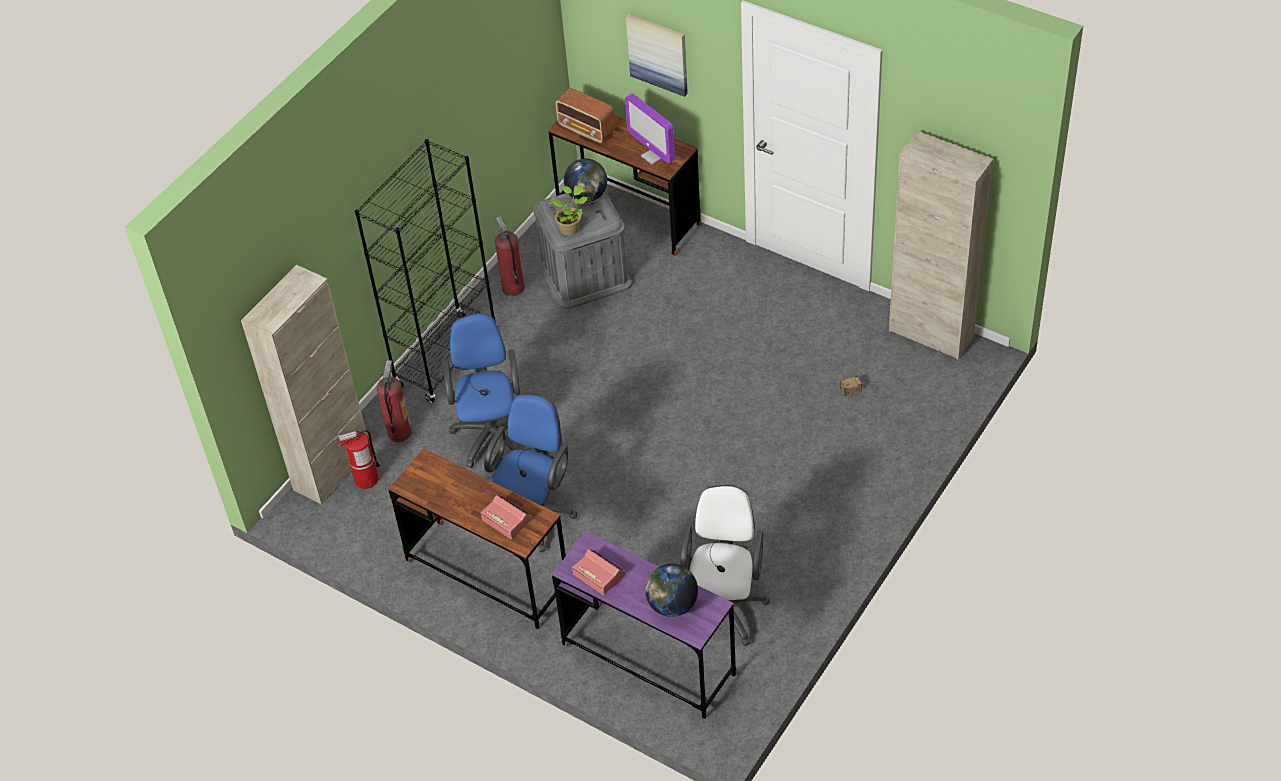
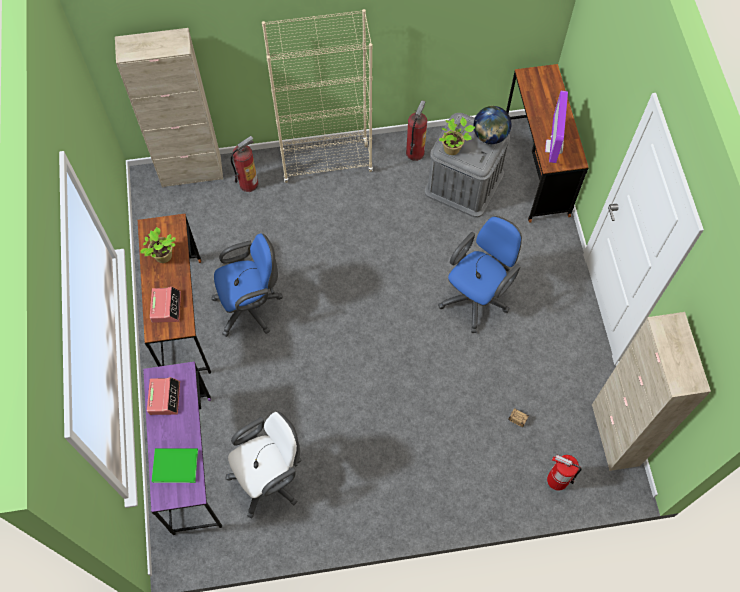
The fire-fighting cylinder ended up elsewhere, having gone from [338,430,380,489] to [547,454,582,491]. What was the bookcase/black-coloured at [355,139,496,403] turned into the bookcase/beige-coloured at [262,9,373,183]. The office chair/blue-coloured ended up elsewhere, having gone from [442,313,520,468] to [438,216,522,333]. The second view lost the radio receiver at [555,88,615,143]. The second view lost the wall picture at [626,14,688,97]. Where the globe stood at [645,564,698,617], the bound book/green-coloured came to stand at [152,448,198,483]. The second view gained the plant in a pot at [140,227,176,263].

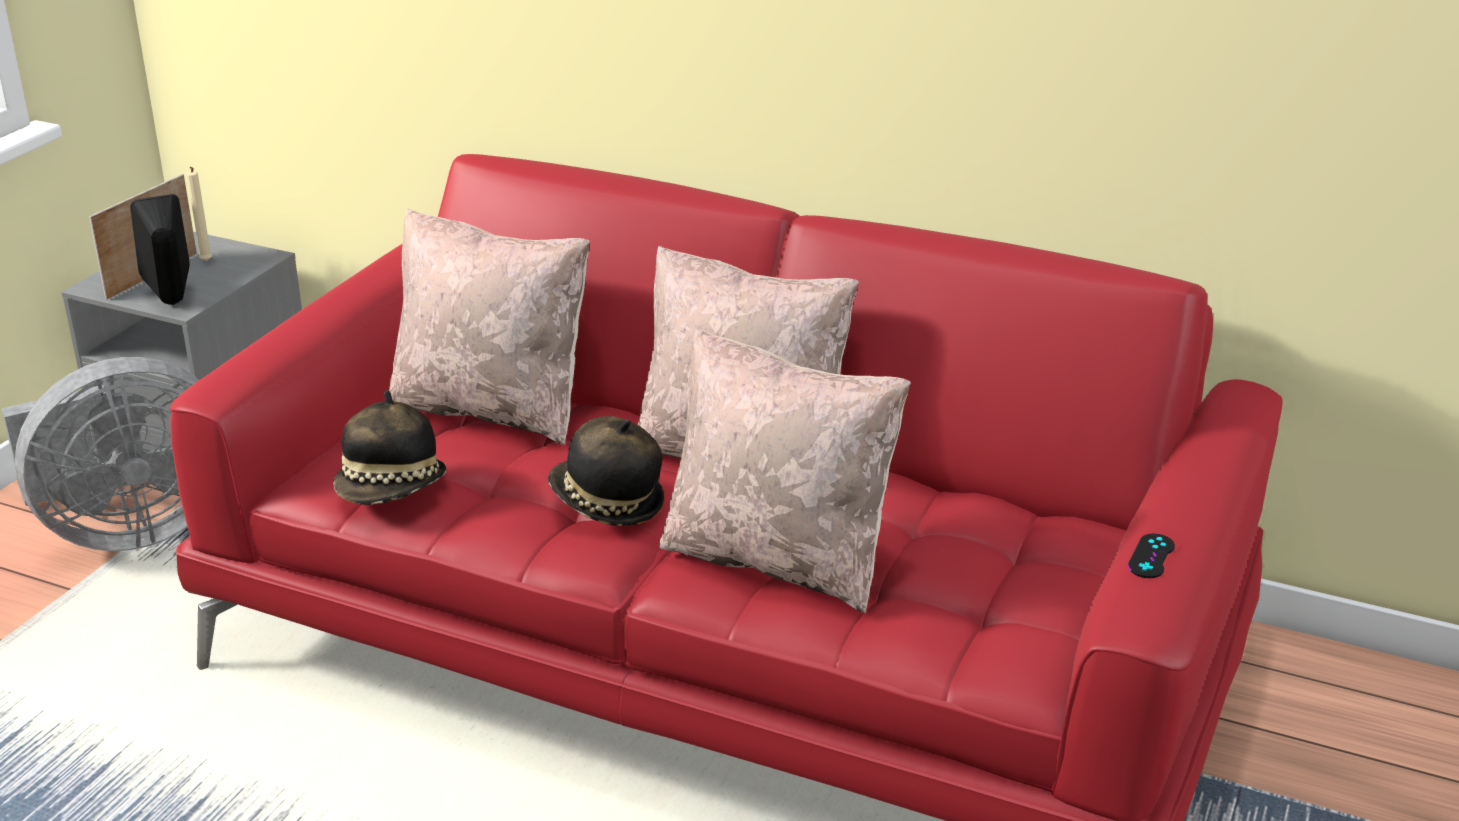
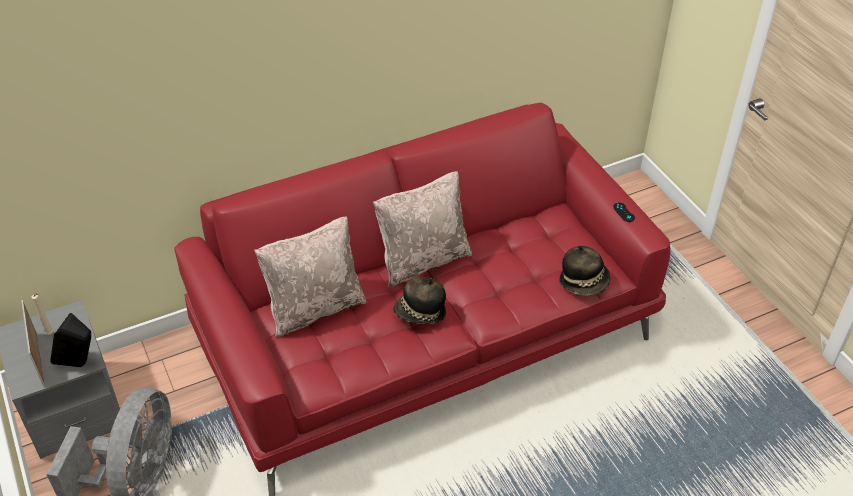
The hat ended up elsewhere, having gone from [333,390,447,505] to [559,245,611,296]. The second view lost the pillow/beige-coloured at [659,328,911,613].

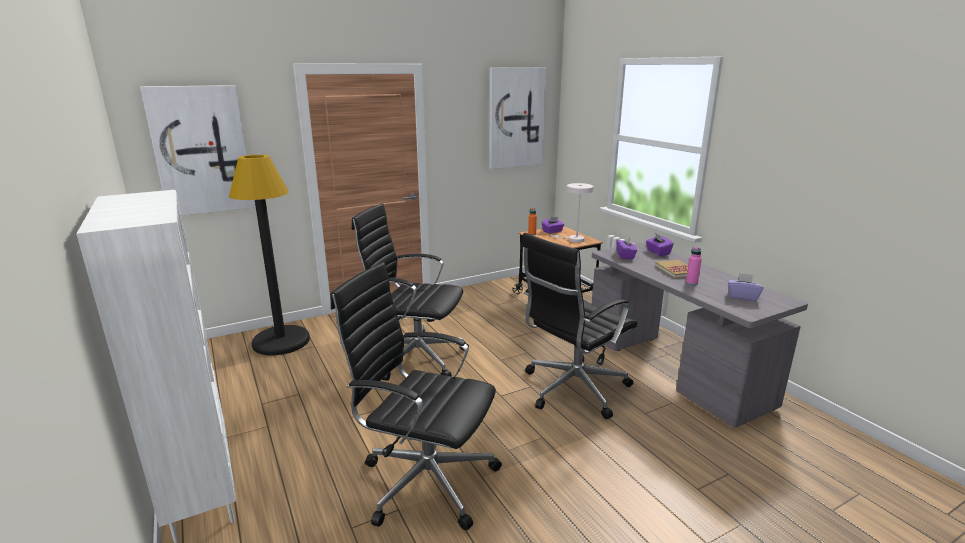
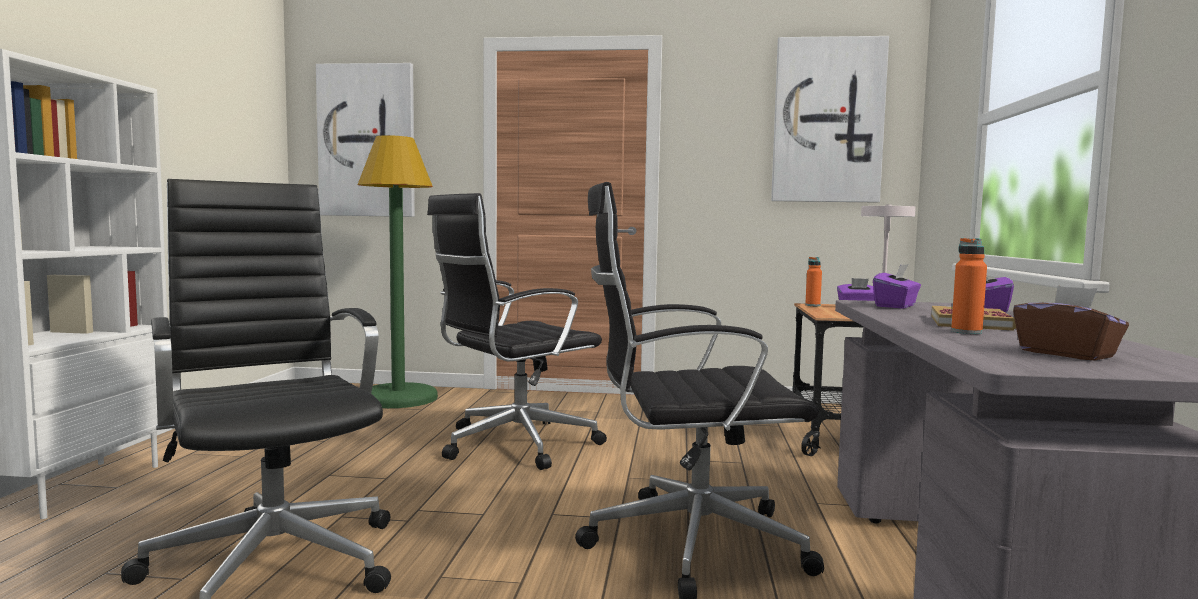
What was the standard lamp/black-coloured at [229,155,310,355] turned into the standard lamp/green-coloured at [358,135,438,408]. The office chair/black-coloured at [352,203,469,381] ended up facing another way, 90 degrees counterclockwise from before. What was the beverage bottle/pinkish at [686,247,702,285] turned into the beverage bottle/orange-coloured at [951,238,987,334]. What was the tissue holder/purplish at [728,273,763,301] turned into the tissue holder/brownish at [1013,286,1129,360].

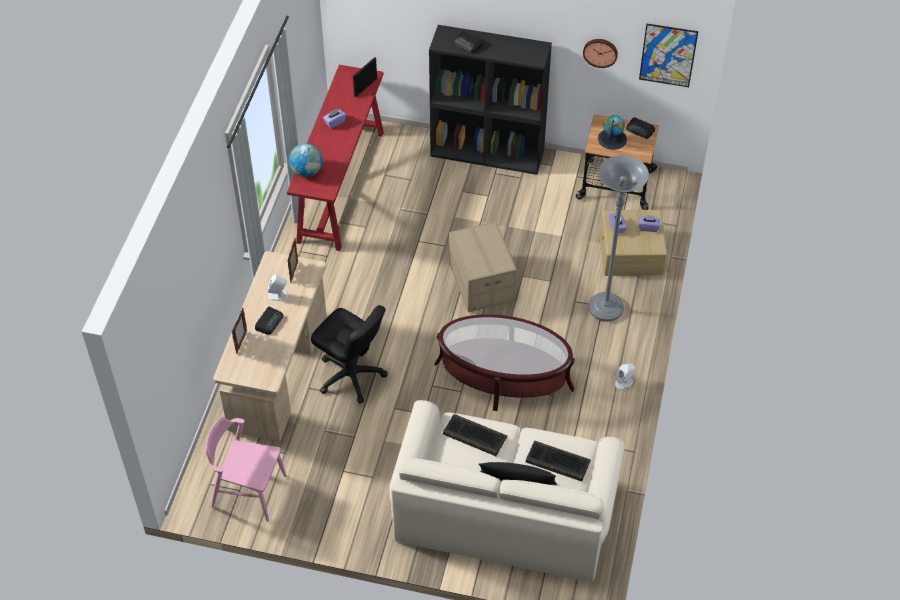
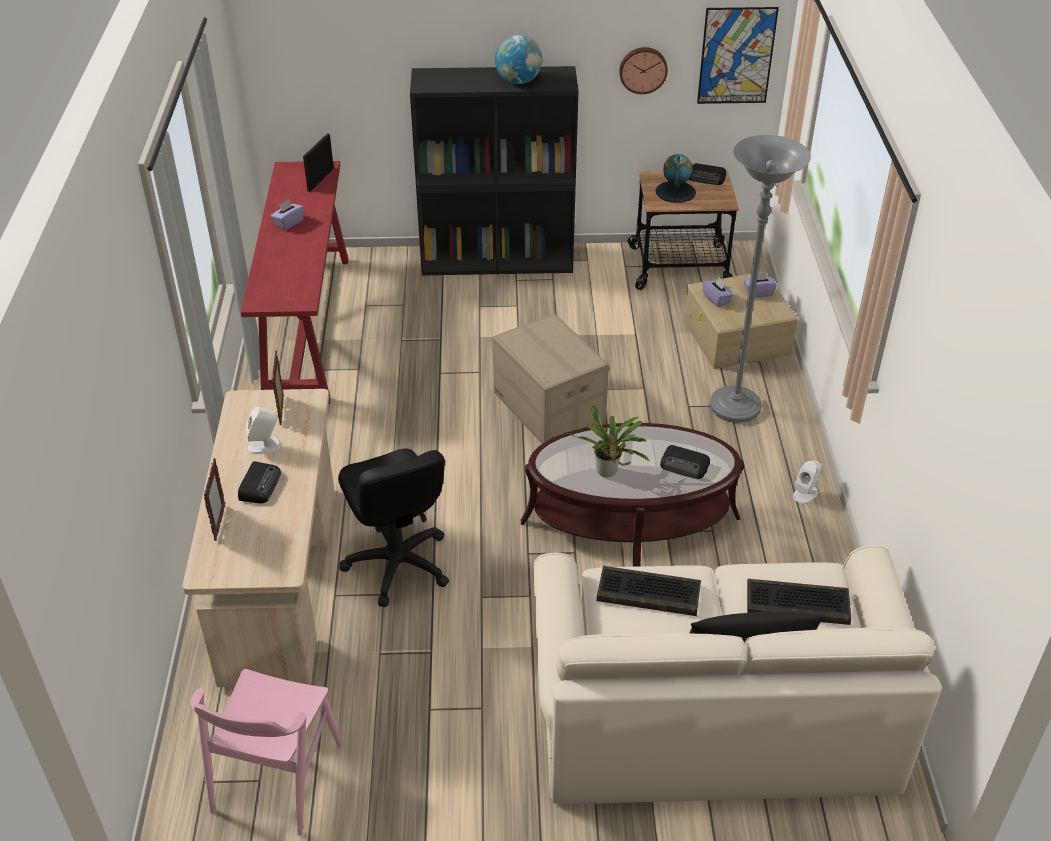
The upright chair/pinkish at [206,417,287,522] ended up facing another way, 75 degrees counterclockwise from before. The globe ended up elsewhere, having gone from [289,143,323,177] to [495,35,542,84]. The office chair/black-coloured at [311,305,387,403] ended up facing another way, 45 degrees clockwise from before. The radio receiver ended up elsewhere, having gone from [454,31,483,53] to [660,445,710,479]. The second view gained the plant in a pot at [562,404,649,478].

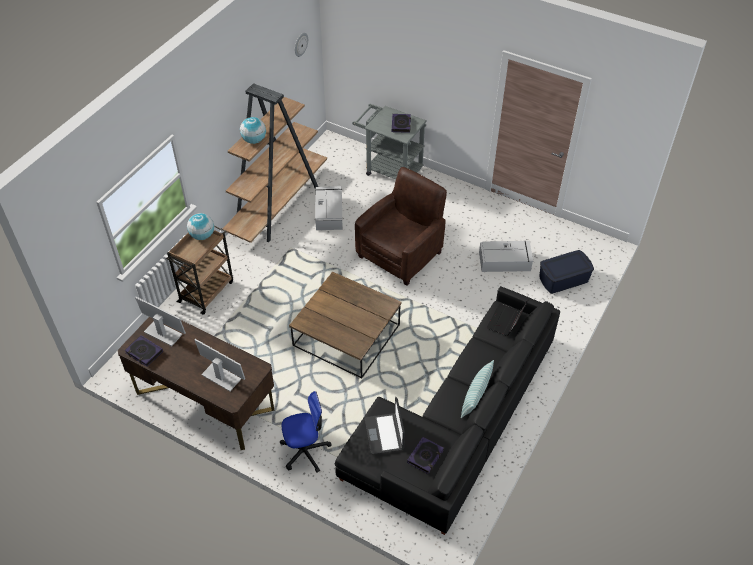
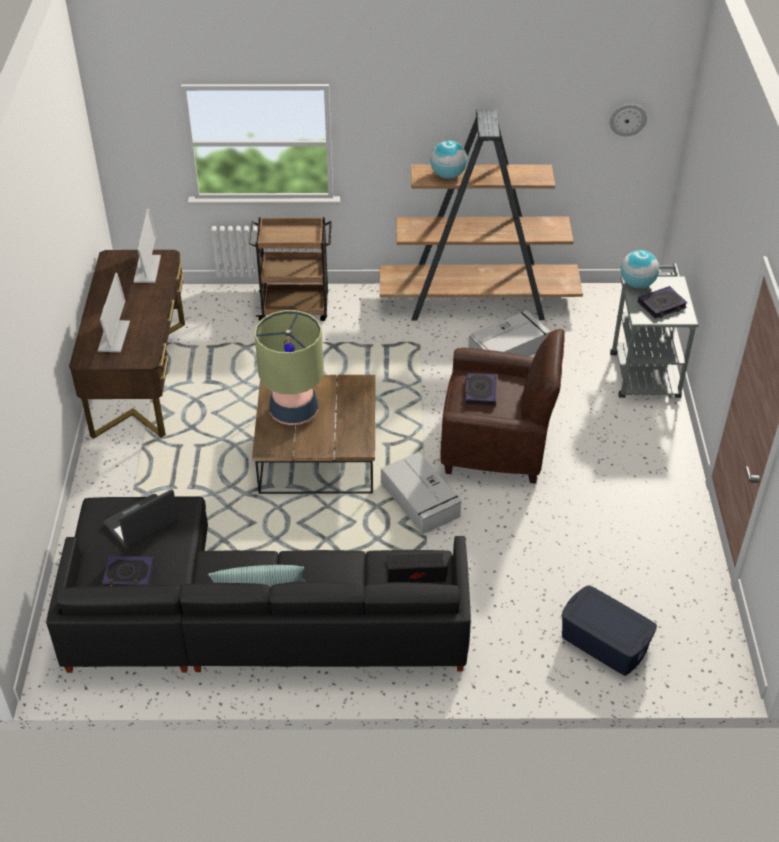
The bound book ended up elsewhere, having gone from [124,335,163,367] to [464,373,497,406]. The globe ended up elsewhere, having gone from [187,213,214,240] to [621,250,659,288]. The second view lost the office chair at [280,391,332,473]. The storage box/gray ended up elsewhere, having gone from [479,241,533,272] to [381,452,462,534]. The second view gained the table lamp at [254,310,324,425].

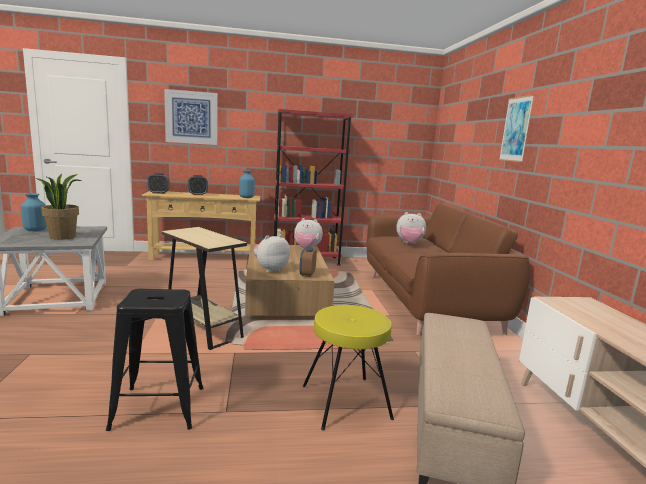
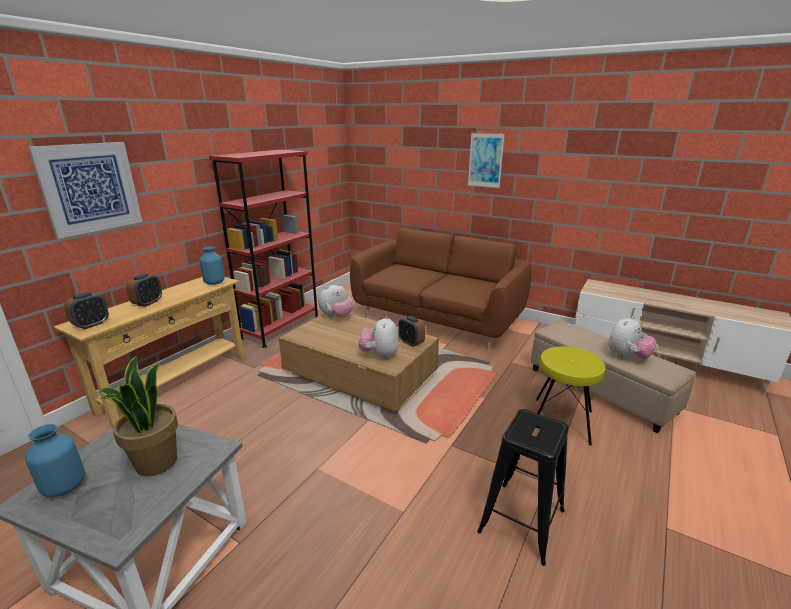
The second view lost the end table/beige-coloured at [162,227,247,350]. The plush toy ended up elsewhere, having gone from [396,212,426,244] to [608,316,657,359].

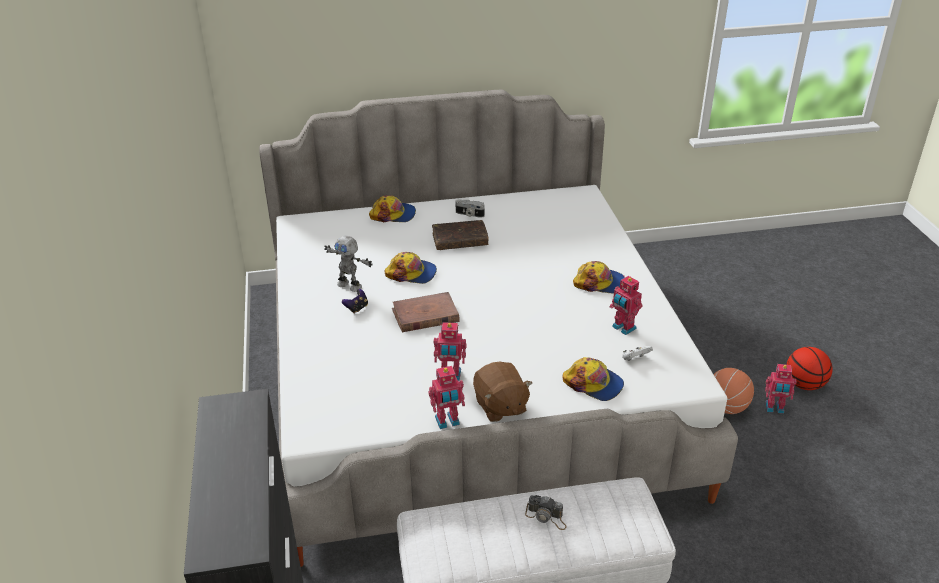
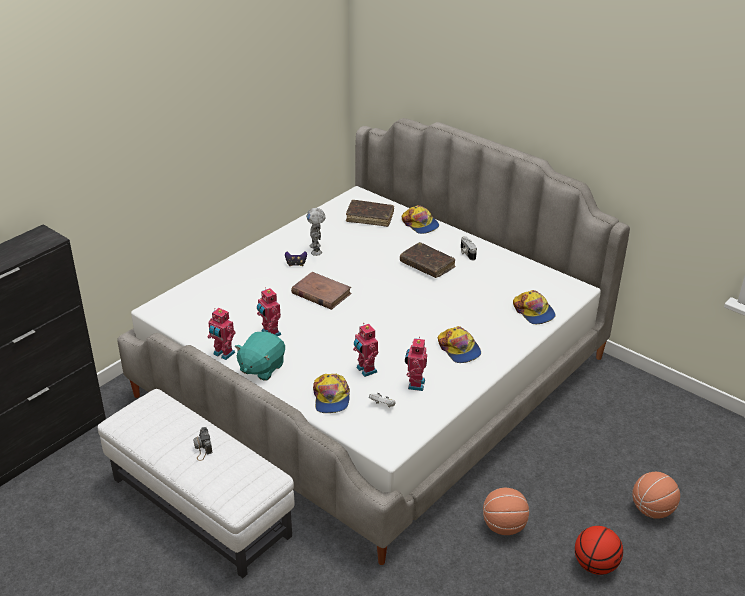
The cap ended up elsewhere, having gone from [385,252,437,284] to [513,290,556,324]. What was the plush toy/brownish at [473,362,532,422] turned into the plush toy/turquoise at [234,331,285,381]. The model robot ended up elsewhere, having gone from [765,364,797,414] to [353,323,378,377]. The second view gained the bound book/brownish at [346,200,394,227]. The second view gained the ball for basketball at [632,472,680,519].

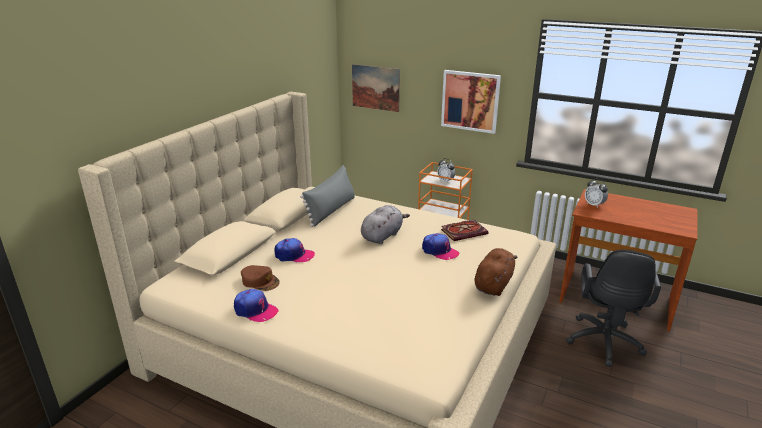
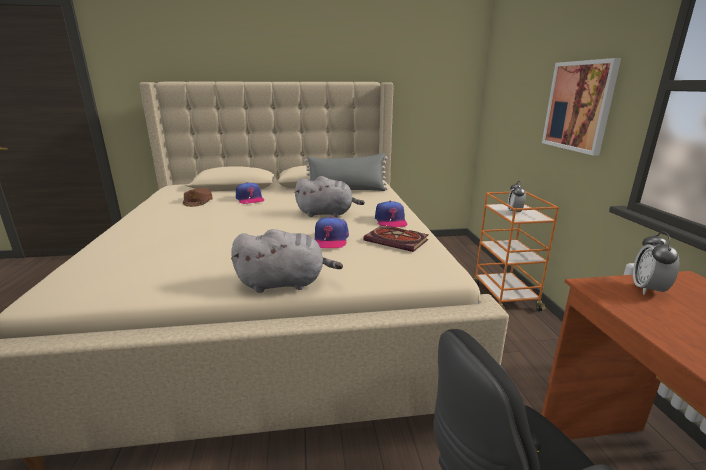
The cap ended up elsewhere, having gone from [234,289,279,322] to [375,201,407,227]. The second view lost the wall picture at [352,64,400,112]. What was the plush toy/brownish at [474,248,517,296] turned into the plush toy/gray at [231,229,343,293].

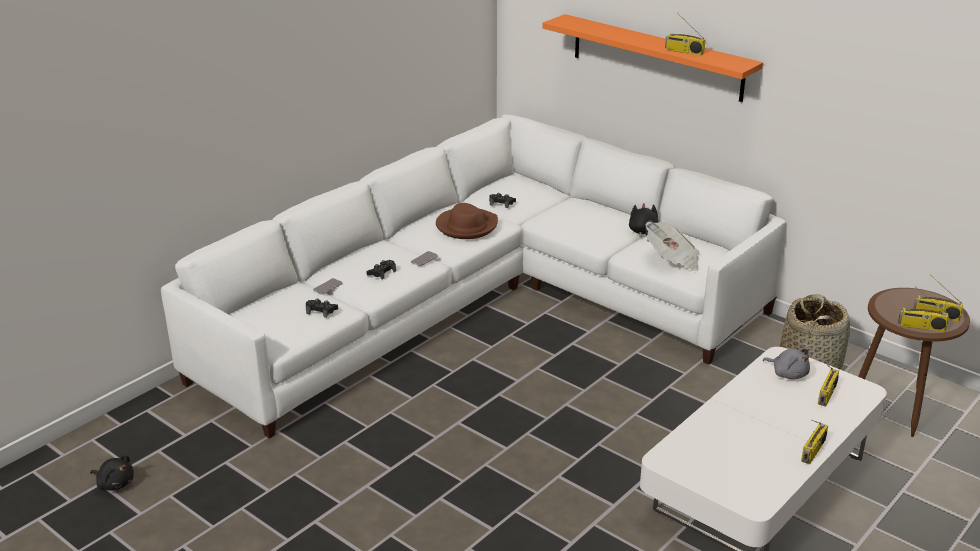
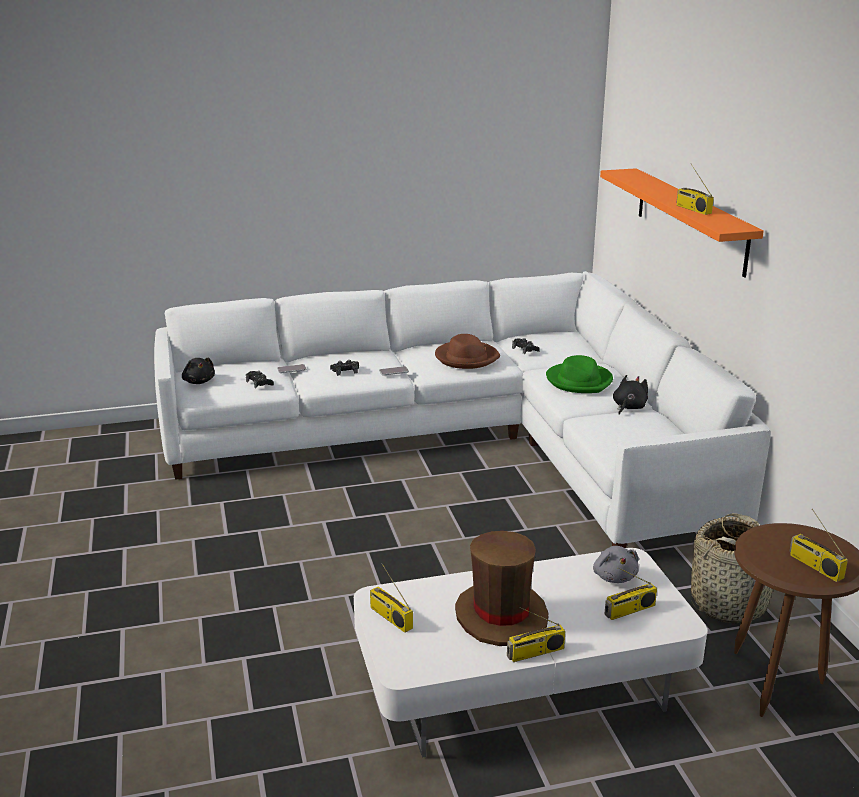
The plush toy/black-coloured ended up elsewhere, having gone from [90,455,134,491] to [182,358,215,384]. The second view lost the printed paper at [646,222,699,271]. The radio receiver ended up elsewhere, having gone from [898,286,949,332] to [370,563,413,633]. The second view gained the hat/brownish at [455,531,549,646]. The second view gained the hat/green-coloured at [546,355,613,393].

